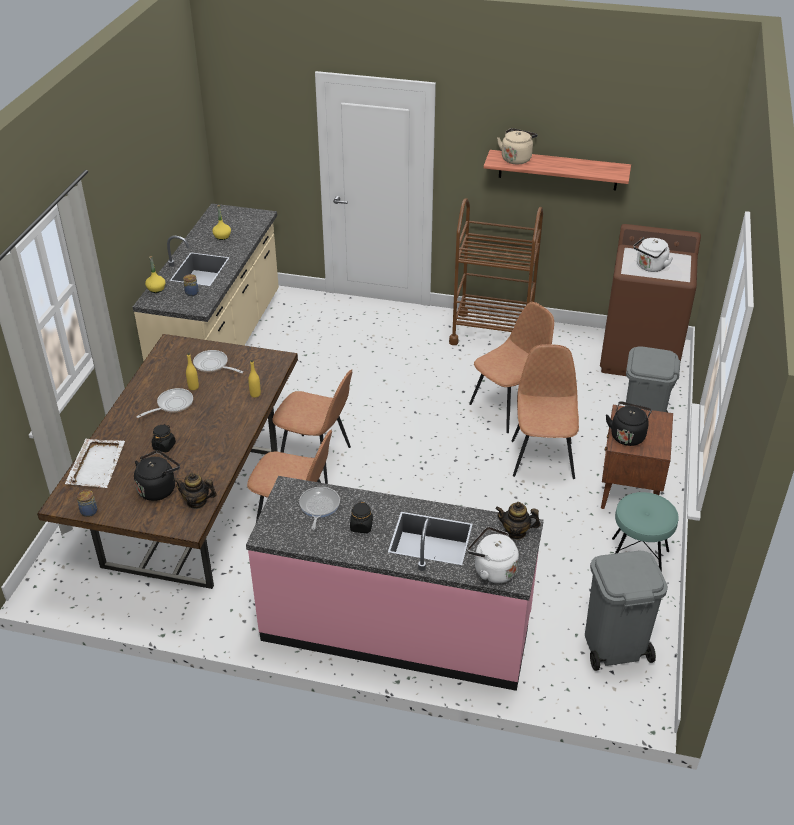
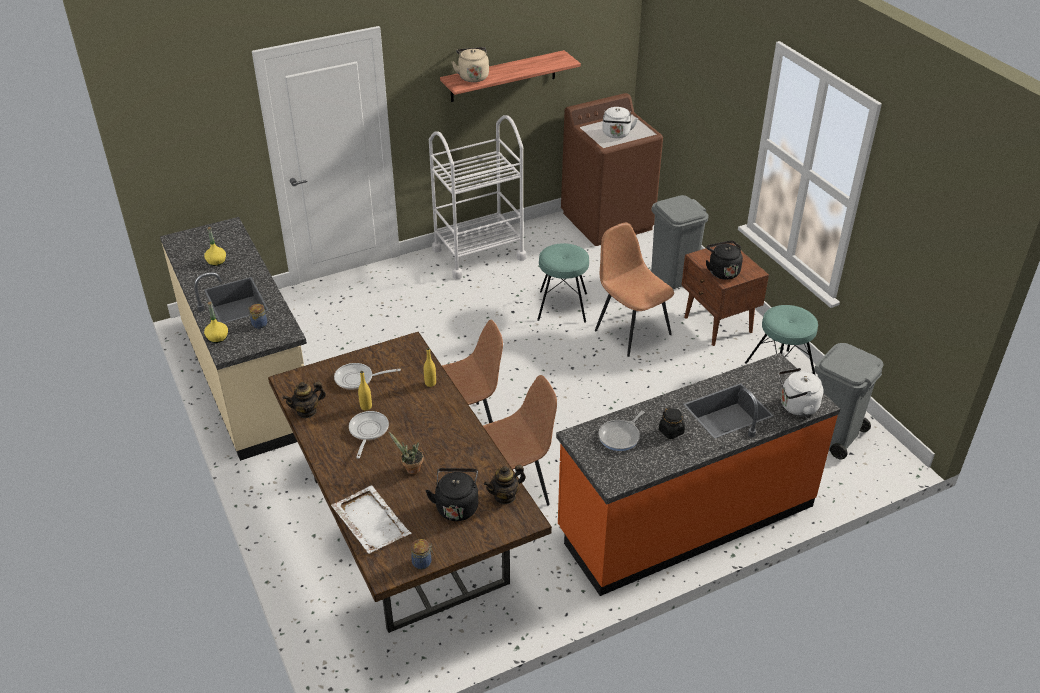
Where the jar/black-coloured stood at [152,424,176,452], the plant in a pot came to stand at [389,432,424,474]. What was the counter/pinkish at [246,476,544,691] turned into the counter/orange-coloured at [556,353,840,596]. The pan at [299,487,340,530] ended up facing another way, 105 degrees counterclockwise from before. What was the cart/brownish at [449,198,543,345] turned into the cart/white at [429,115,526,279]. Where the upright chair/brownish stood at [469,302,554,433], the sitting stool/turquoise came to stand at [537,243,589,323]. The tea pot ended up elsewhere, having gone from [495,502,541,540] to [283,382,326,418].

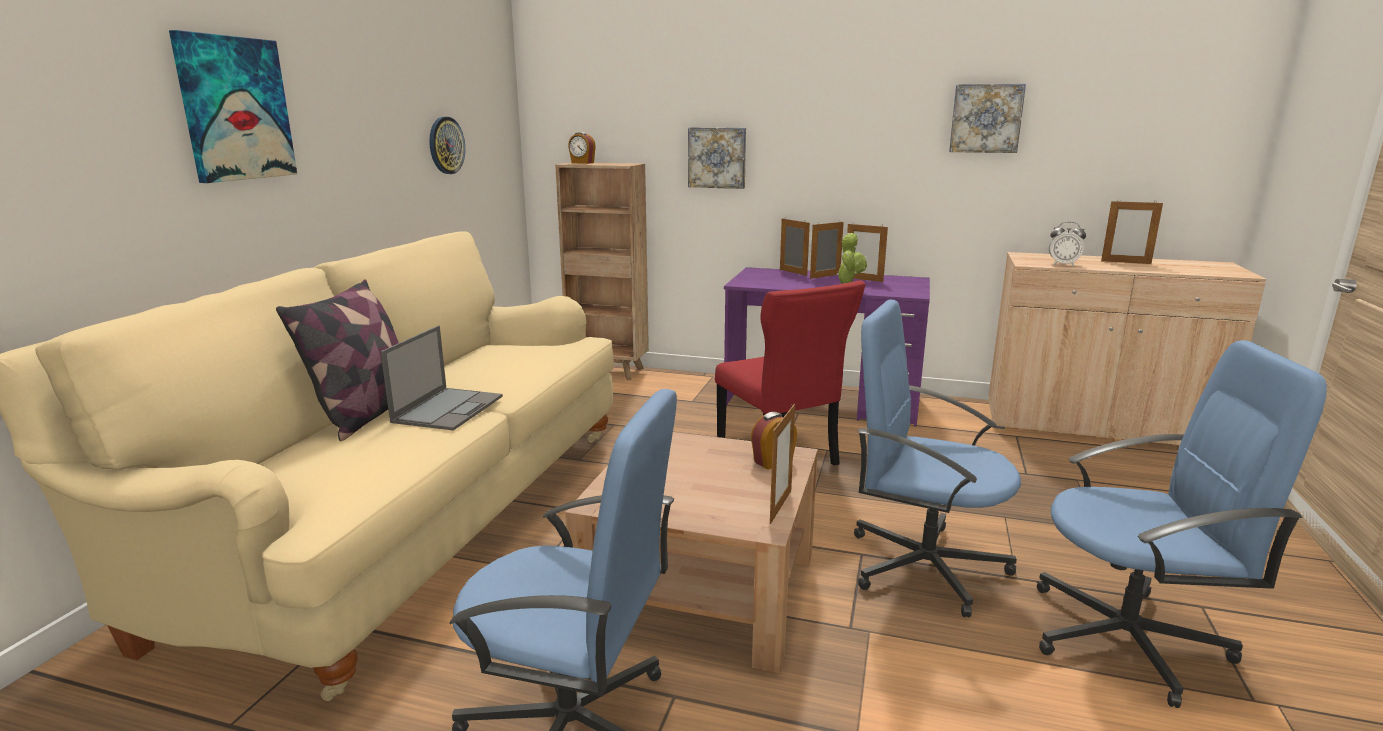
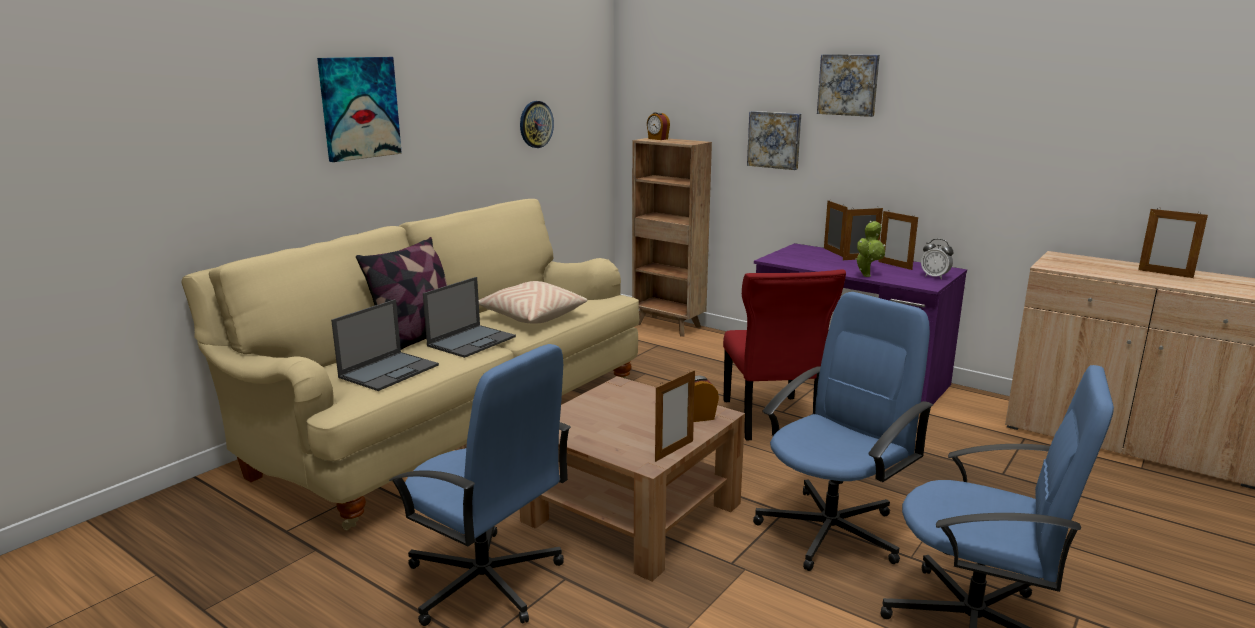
The office chair/blue-coloured at [854,300,1021,618] ended up facing another way, 90 degrees clockwise from before. The wall picture ended up elsewhere, having gone from [949,84,1026,153] to [817,54,880,117]. The alarm clock ended up elsewhere, having gone from [1049,222,1086,266] to [921,239,954,280]. The second view gained the portable computer at [331,299,439,391]. The second view gained the pillow/beige-coloured at [479,281,587,323].

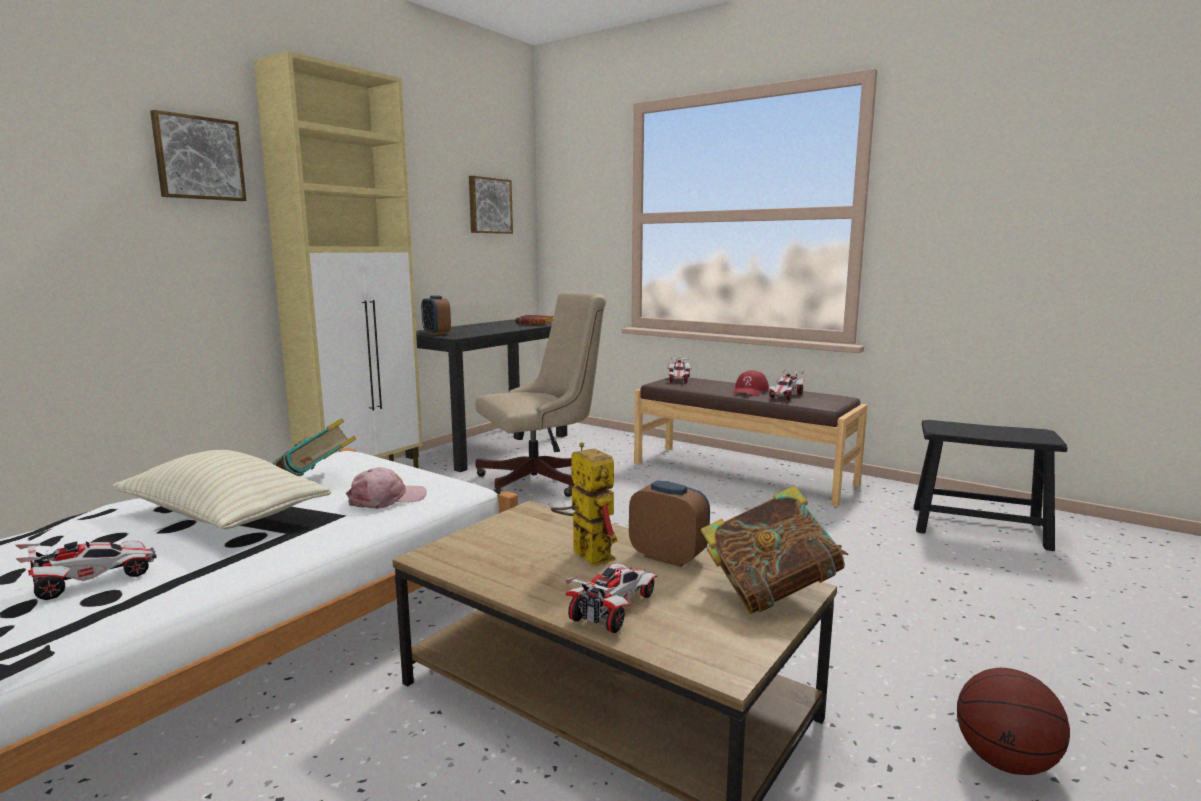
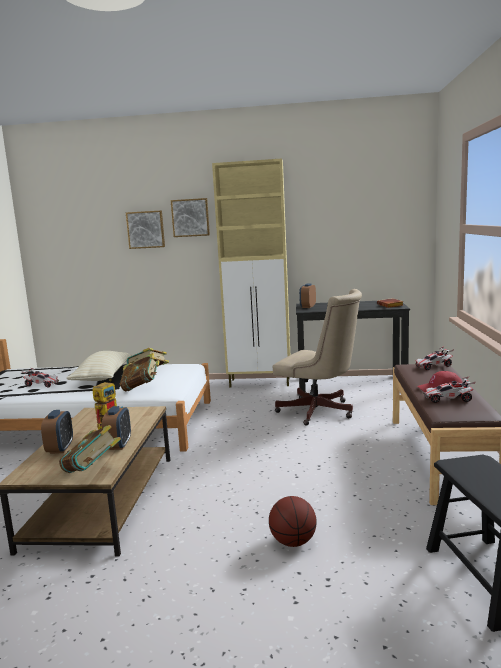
Where the cap/pinkish stood at [346,467,427,509], the bound book came to stand at [120,353,160,392]. The wall picture ended up elsewhere, having gone from [469,176,513,234] to [126,210,165,249]. Where the miniature car stood at [565,563,657,633], the alarm clock came to stand at [41,410,73,454]. The ball for basketball ended up elsewhere, having gone from [957,668,1070,775] to [269,496,317,547].

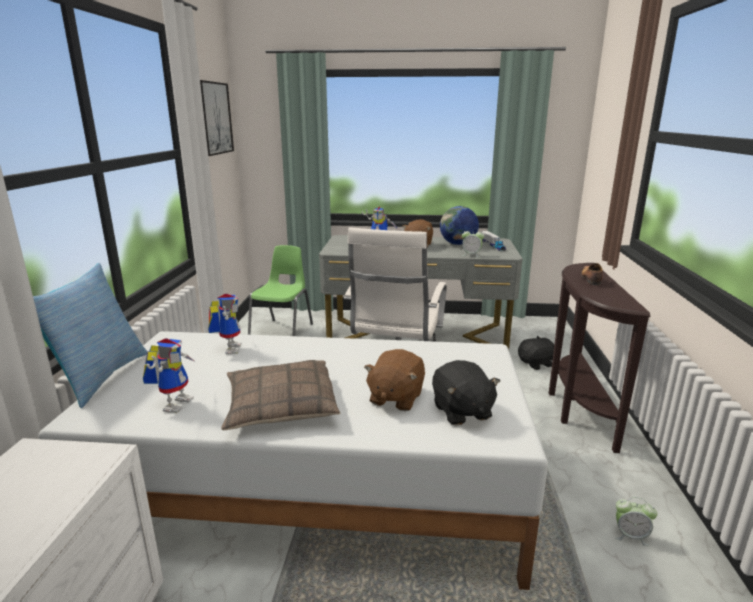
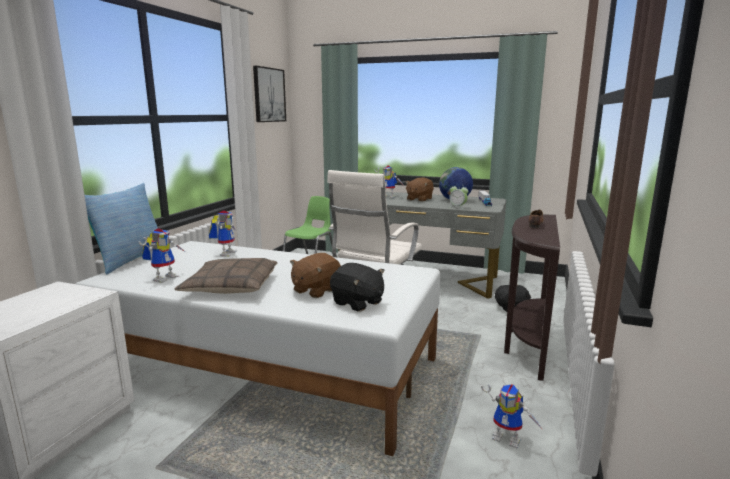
The plush toy/black-coloured at [432,360,500,426] ended up facing another way, 45 degrees counterclockwise from before. Where the alarm clock stood at [615,497,657,546], the model robot came to stand at [481,384,544,448].

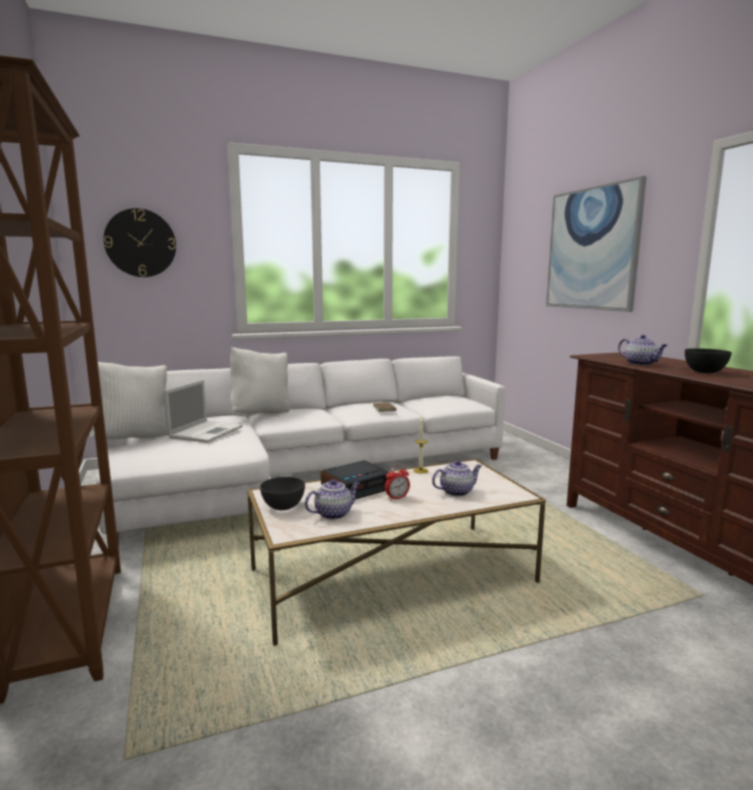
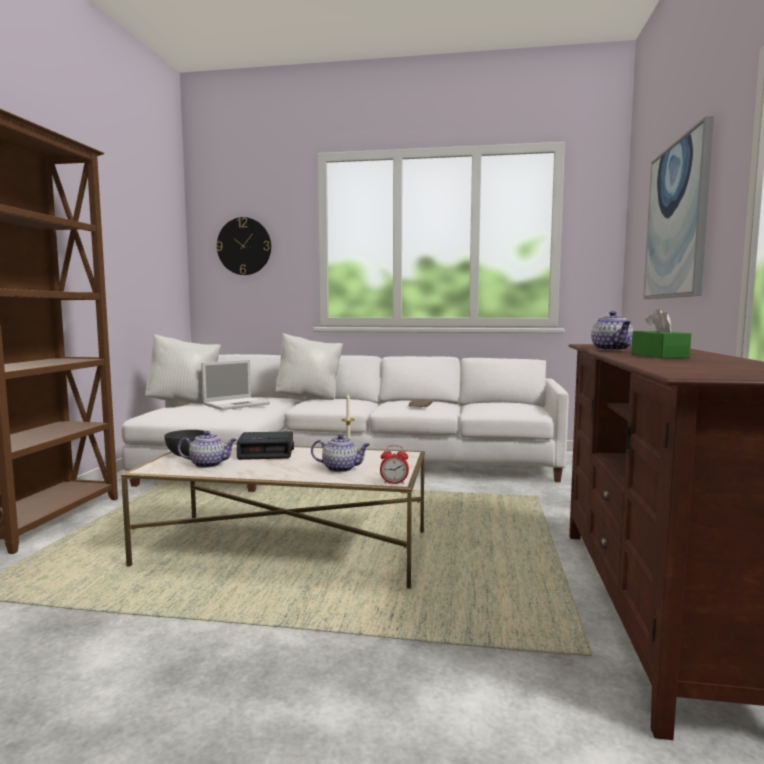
The alarm clock ended up elsewhere, having gone from [385,465,410,500] to [380,445,409,484]. Where the deep dish/black-coloured stood at [685,348,732,373], the tissue holder/green-coloured came to stand at [631,309,691,358].

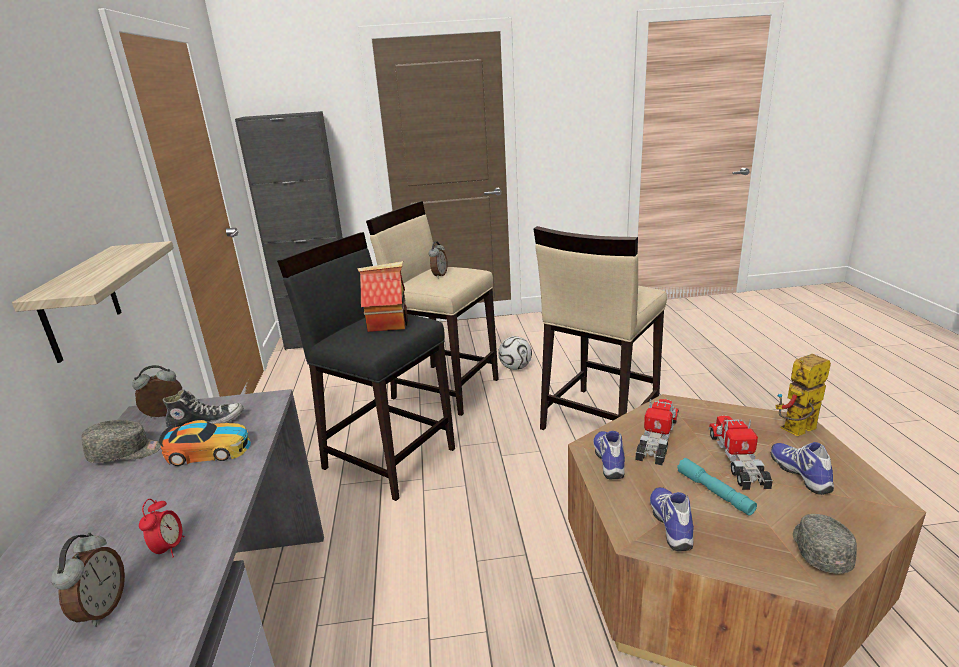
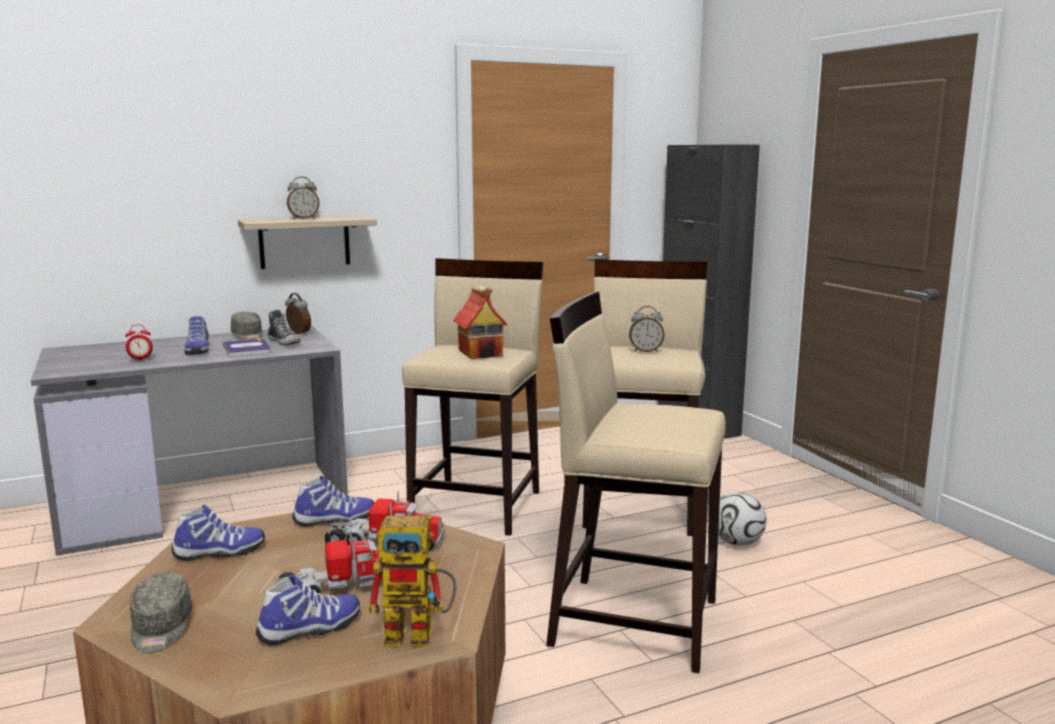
The alarm clock ended up elsewhere, having gone from [51,533,125,627] to [287,176,320,219]. Where the miniature car stood at [159,420,251,466], the bound book came to stand at [223,338,271,357]. What was the sitting stool/black-coloured at [277,232,455,501] turned into the sitting stool/beige-coloured at [402,258,543,536]. The second view lost the flashlight/turquoise at [677,458,757,516]. The model robot at [775,354,831,436] ended up facing another way, 135 degrees clockwise from before. The cap/gray at [793,514,857,574] ended up facing another way, 90 degrees clockwise from before. The second view gained the low shoe at [184,316,209,355].

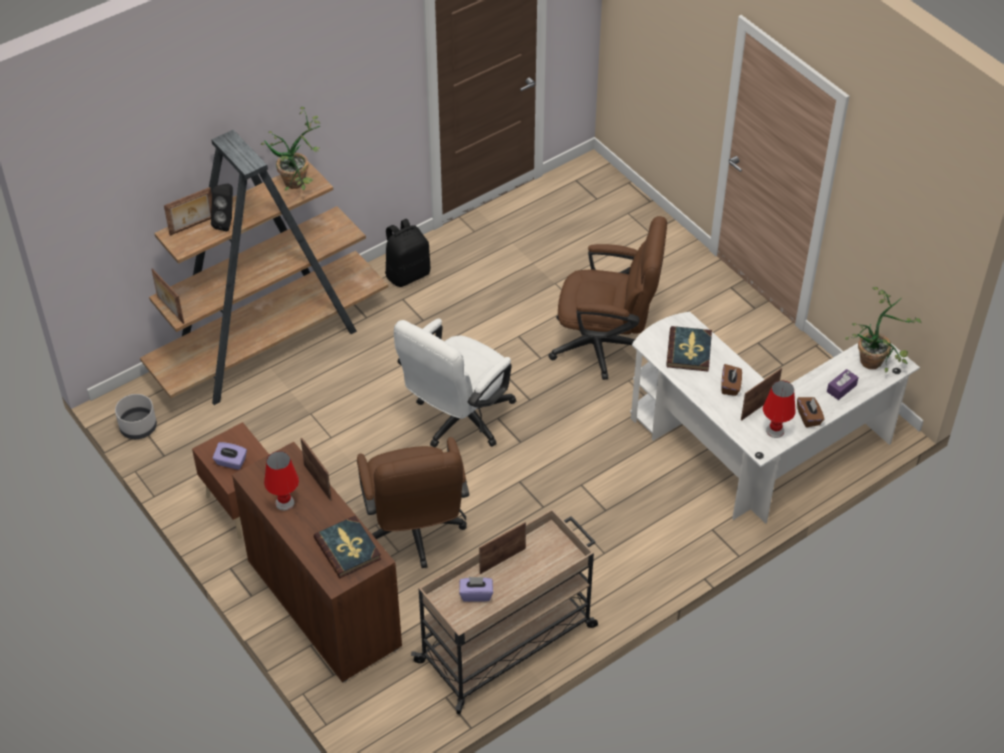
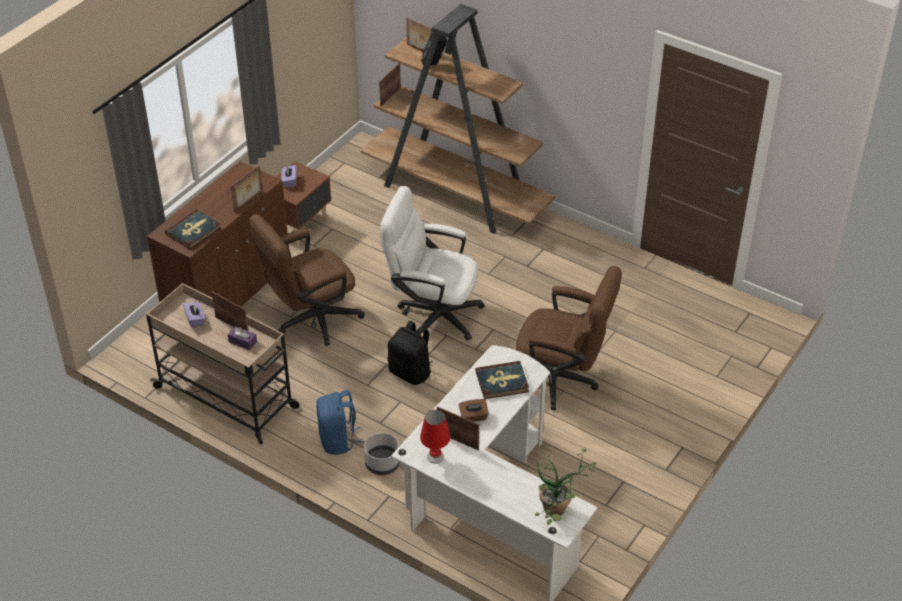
The planter/gray ended up elsewhere, having gone from [115,394,157,439] to [364,433,400,475]. The second view lost the plant in a pot at [261,107,321,191]. The second view lost the table lamp/red-coloured at [264,451,299,511]. The knapsack/black-coloured ended up elsewhere, having gone from [385,219,430,287] to [388,321,433,385]. The office chair/brownish at [548,216,667,380] ended up facing another way, 60 degrees counterclockwise from before. The second view lost the tissue holder/brownish at [797,397,824,428]. The tissue holder/purplish ended up elsewhere, having gone from [827,369,859,400] to [228,326,257,350]. The second view gained the knapsack/blue-coloured at [316,390,364,455].

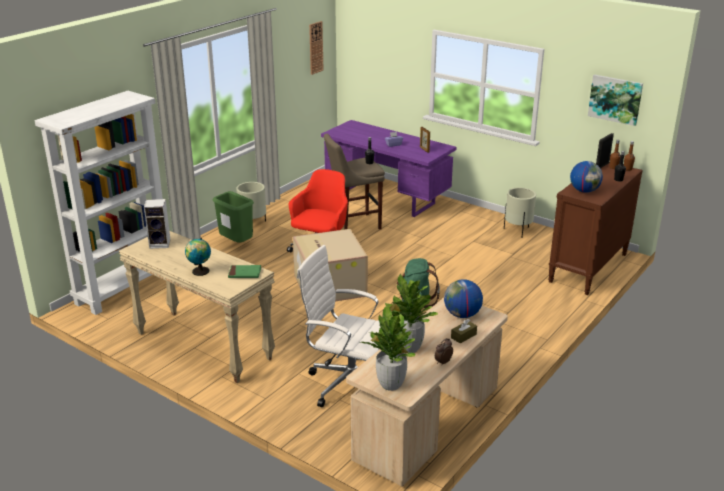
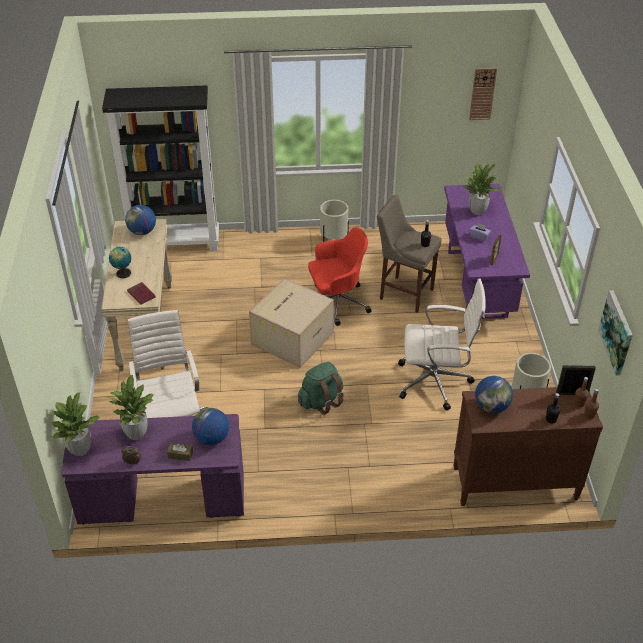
What was the bookcase/white at [34,91,163,315] turned into the bookcase/black-coloured at [102,85,219,251]. Where the speaker stood at [144,199,170,249], the globe came to stand at [125,205,156,235]. The second view lost the trash can/green-coloured at [213,191,254,243]. What was the bound book/green-coloured at [228,265,261,278] turned into the bound book/red-coloured at [127,282,156,305]. What was the desk/beige-coloured at [346,298,508,487] turned into the desk/purplish at [61,414,244,525]. The second view gained the office chair/white at [398,278,486,410]. The second view gained the plant in a pot at [463,163,500,215].

